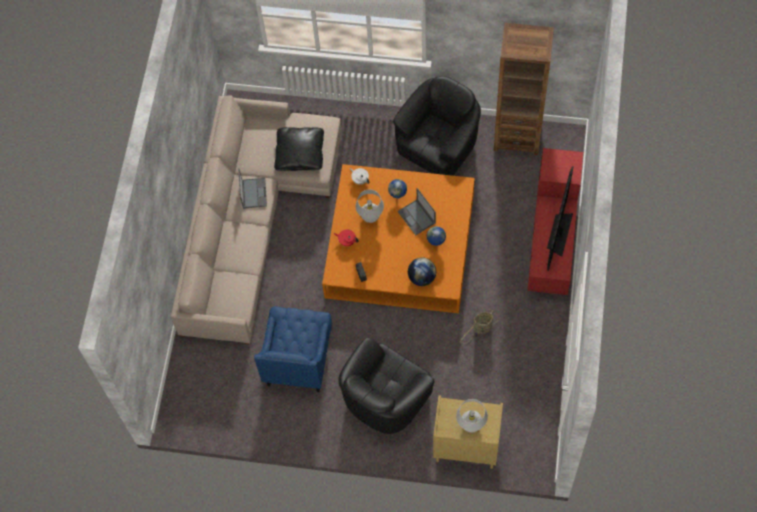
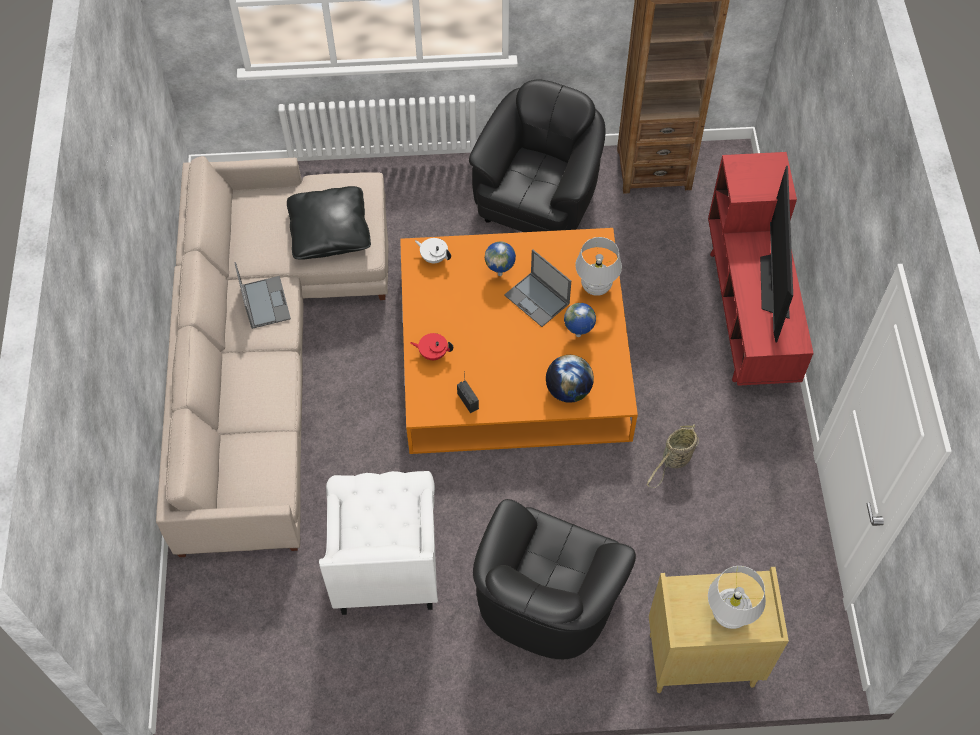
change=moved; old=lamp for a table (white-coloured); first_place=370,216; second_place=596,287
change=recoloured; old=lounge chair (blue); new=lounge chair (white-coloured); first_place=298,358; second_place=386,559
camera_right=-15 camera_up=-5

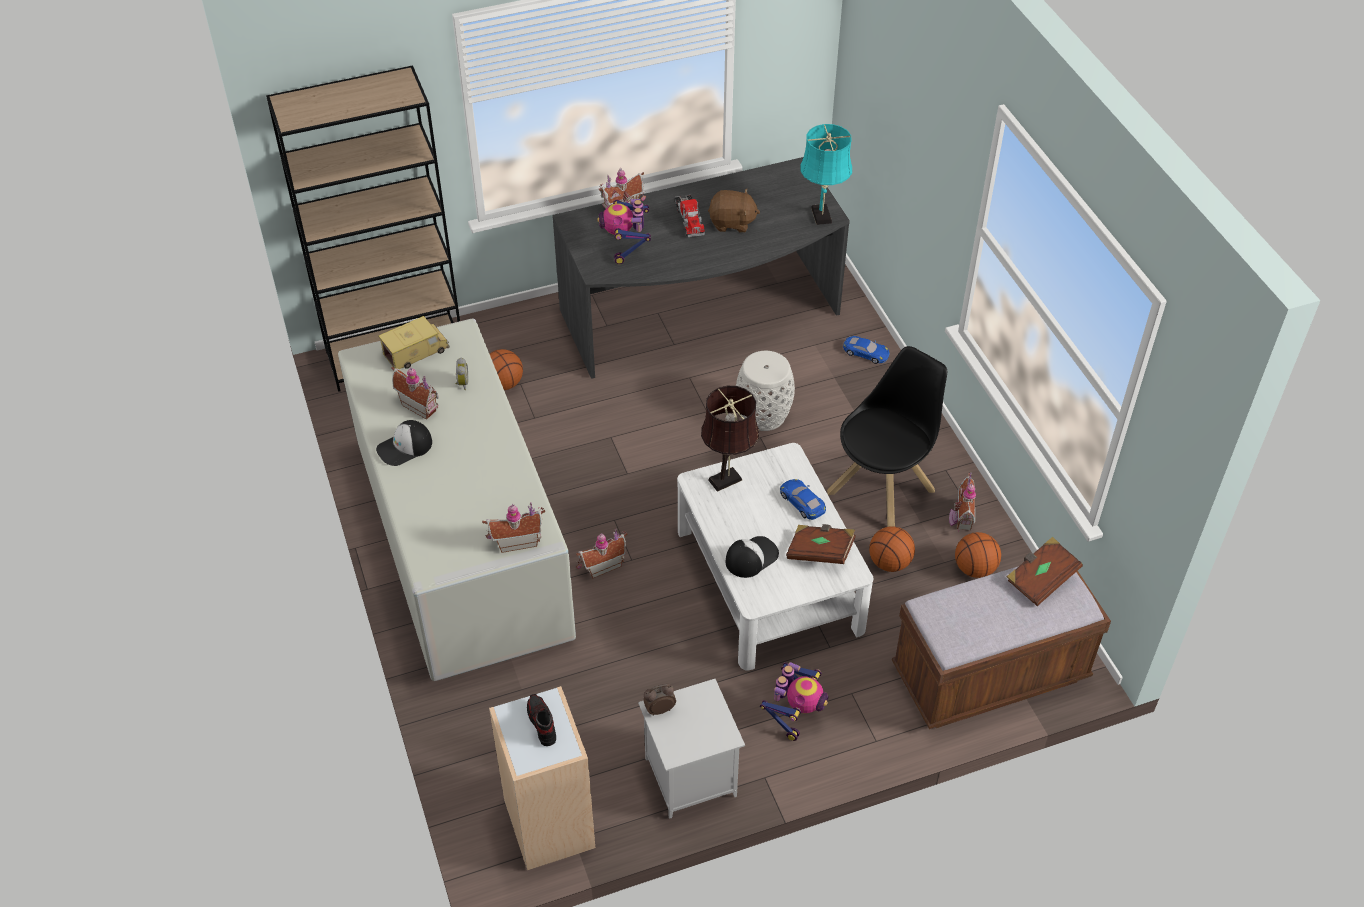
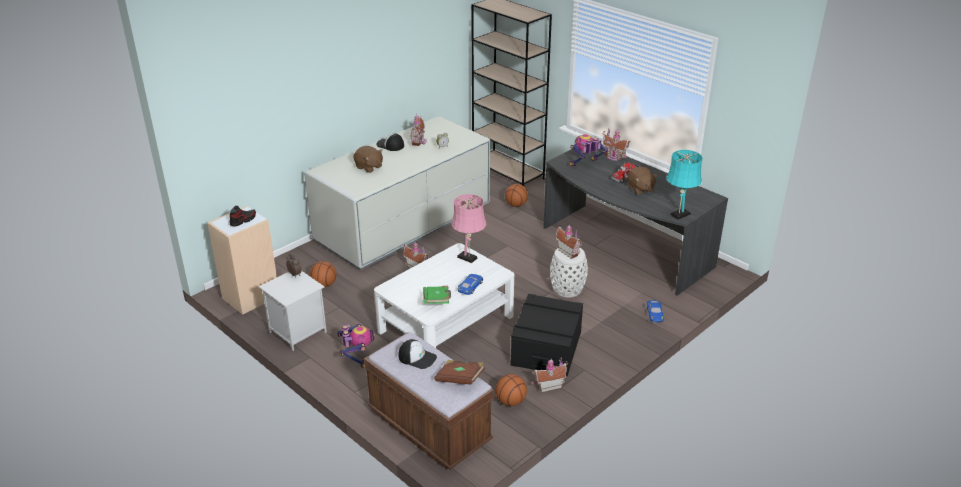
change=removed; old=toy lorry; first_place=416,352
change=replaced; old=upright chair (black-coloured); new=storage container (black-coloured); first_place=883,490; second_place=546,348
change=recoloured; old=lamp for a table (brown-coloured); new=lamp for a table (pink-coloured); first_place=728,479; second_place=468,258
change=moved; old=miniature house; first_place=516,541; second_place=569,252
change=recoloured; old=bound book (brown-coloured); new=bound book (green); first_place=820,552; second_place=437,301
change=moved; old=basketball; first_place=889,563; second_place=324,285
change=moved; old=cap; first_place=751,557; second_place=417,357
change=turned; old=model robot; first_place=795,714; second_place=357,357; degrees=-105
change=added; new=soft toy (brown-coloured); second_place=369,167
camera_right=65 camera_up=-15

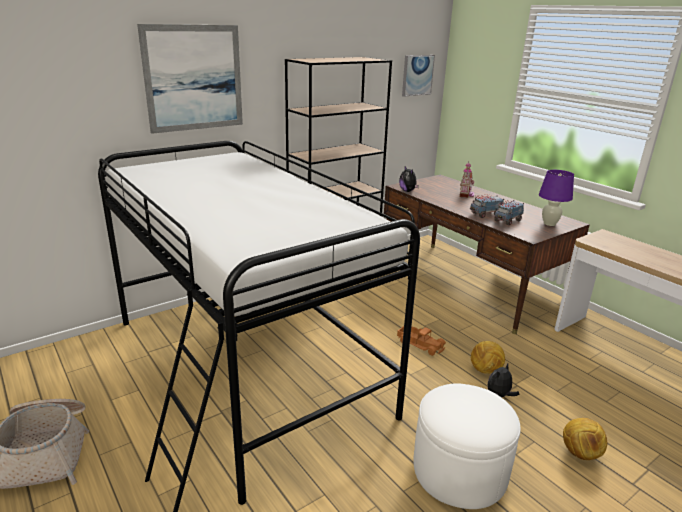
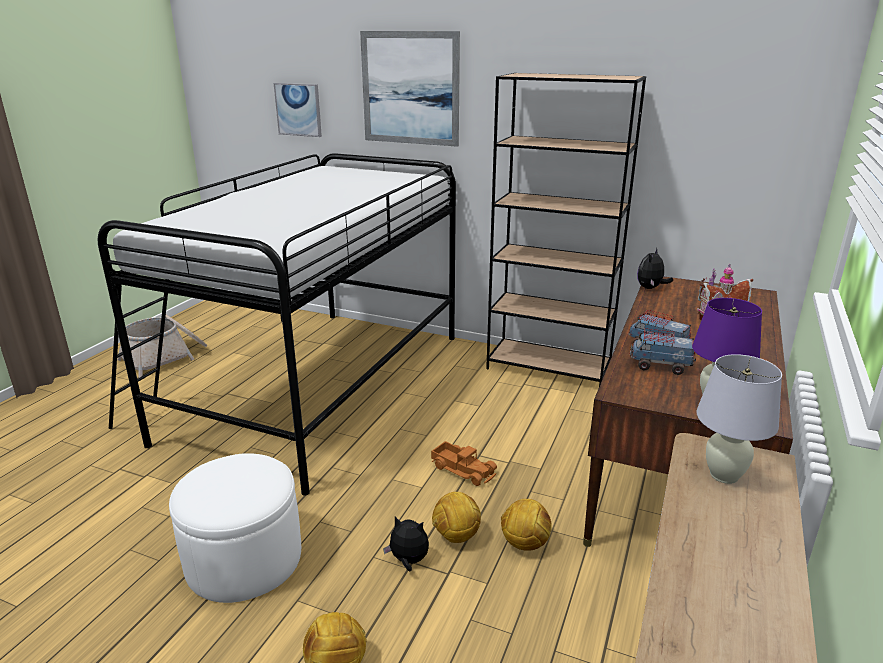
change=moved; old=picture; first_place=417,75; second_place=298,109
change=turned; old=toy lorry; first_place=420,344; second_place=463,469; degrees=-60
change=added; new=lamp for a table (white-coloured); second_place=724,475
change=added; new=football; second_place=524,544
camera_right=60 camera_up=0

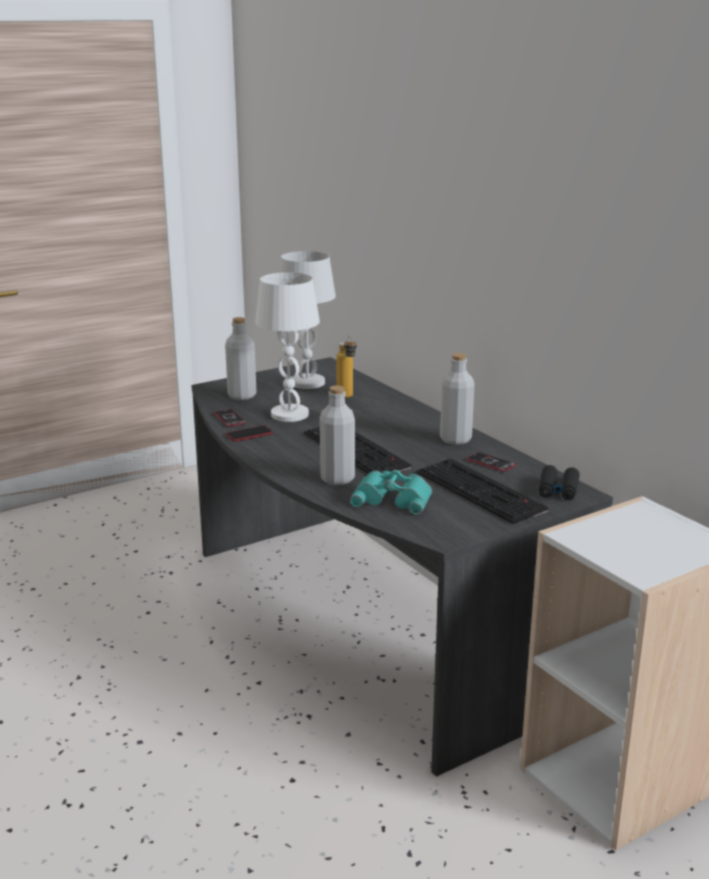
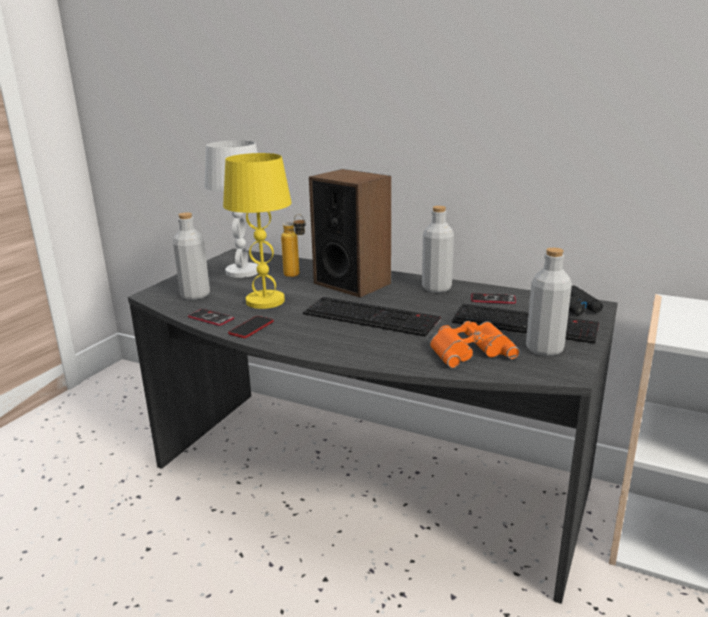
change=recoloured; old=lamp for a table (white-coloured); new=lamp for a table (yellow); first_place=290,414; second_place=265,301
change=moved; old=beverage bottle (greyish); first_place=337,479; second_place=544,349
change=recoloured; old=binoculars (turquoise); new=binoculars (orange); first_place=393,498; second_place=470,350
change=added; new=audio speaker; second_place=352,283
camera_right=-30 camera_up=0

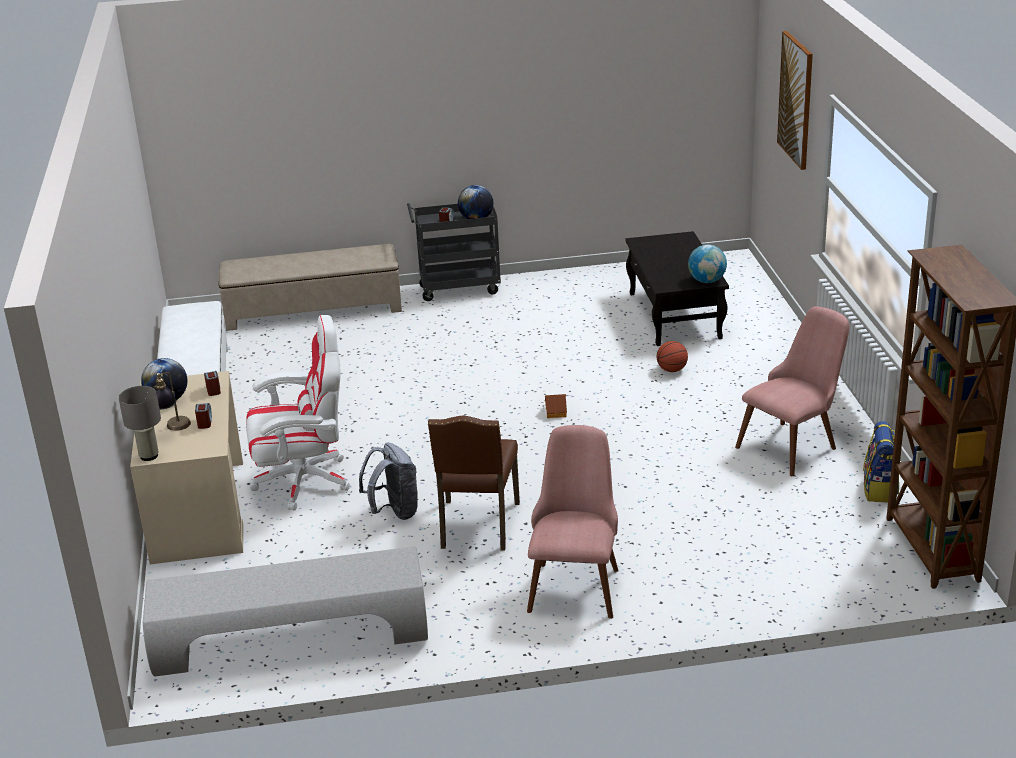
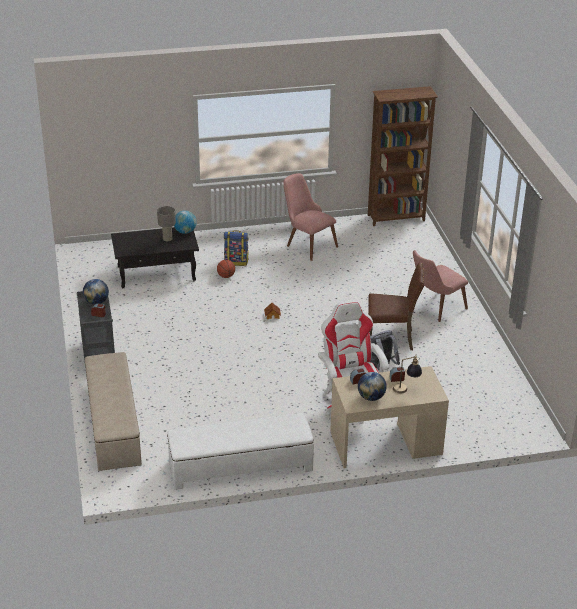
change=removed; old=picture; first_place=796,99
change=moved; old=lamp for a table (greyish); first_place=149,456; second_place=167,240
change=moved; old=knapsack; first_place=880,490; second_place=236,261
change=turned; old=upright chair (pink-coloured); first_place=576,581; second_place=434,308; degrees=-45
change=removed; old=indoor bench (greyish); first_place=291,637
camera_right=-95 camera_up=5

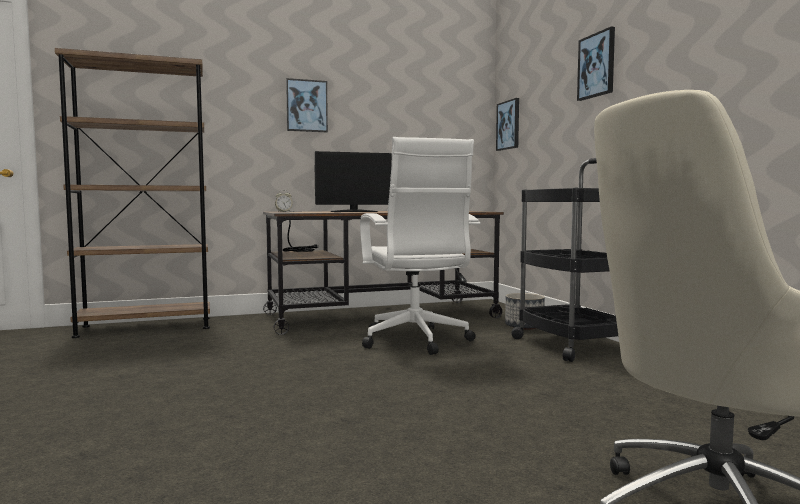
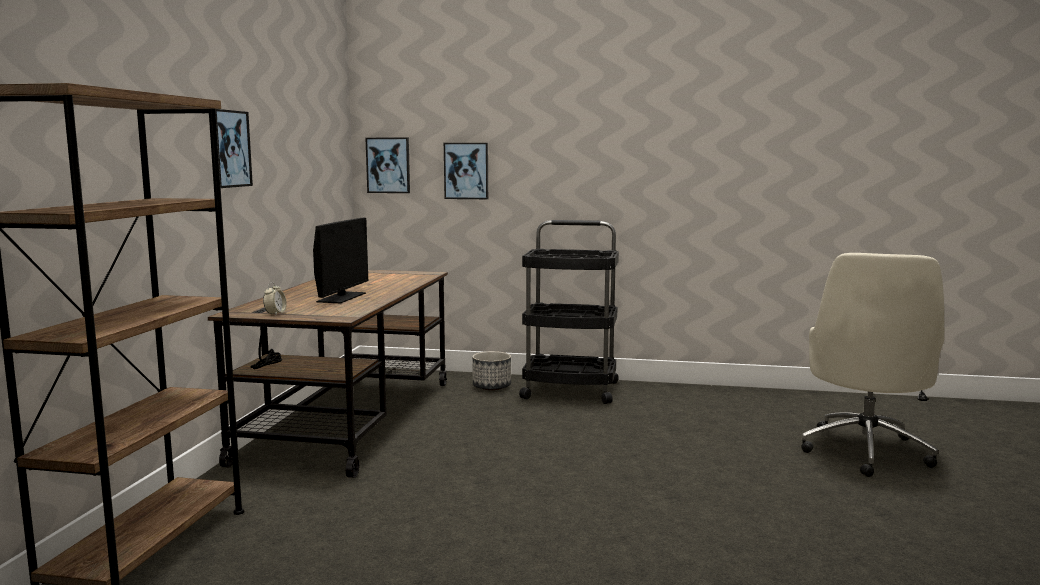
change=moved; old=picture; first_place=597,65; second_place=466,171
change=removed; old=computer chair (white-coloured); first_place=416,341
camera_right=-60 camera_up=5

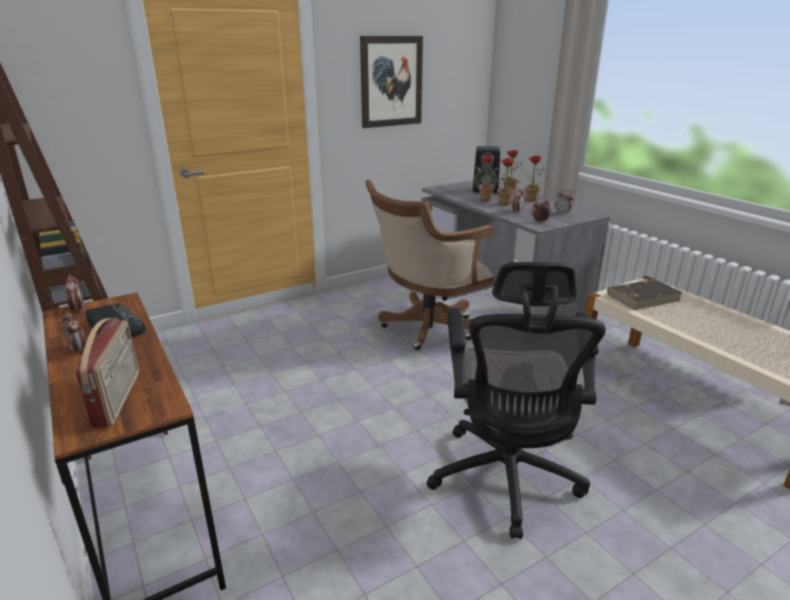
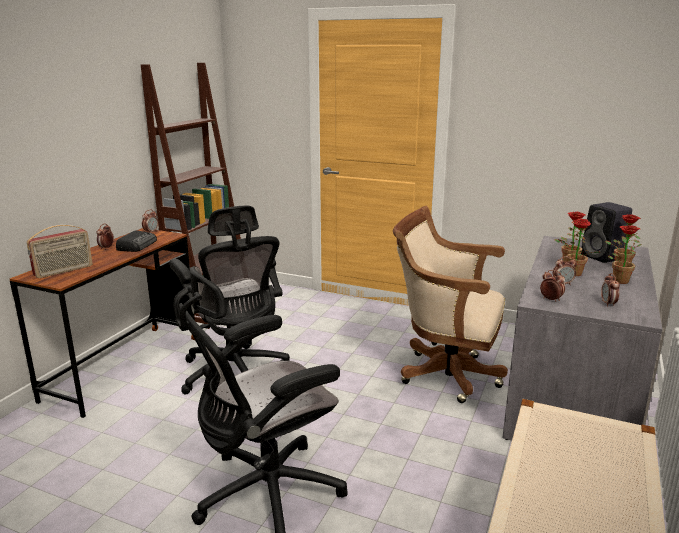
change=removed; old=picture; first_place=391,82
change=removed; old=bound book (brown-coloured); first_place=643,297
change=added; new=computer chair; second_place=234,373
camera_right=55 camera_up=-5

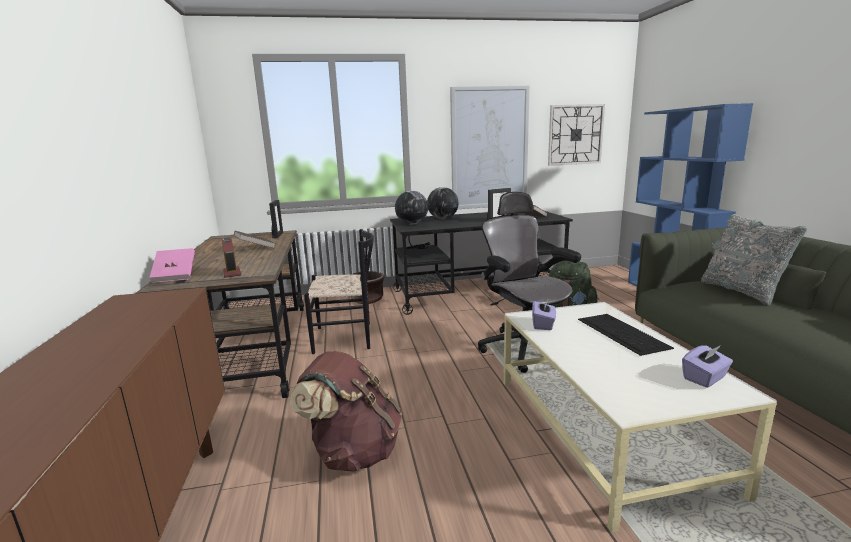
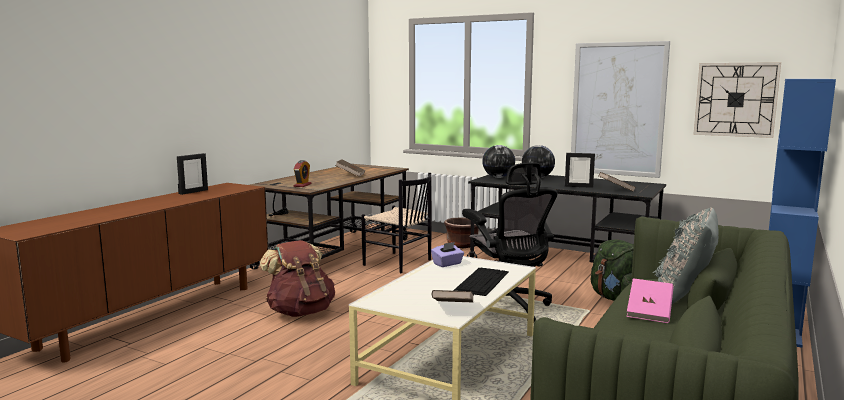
change=turned; old=computer chair; first_place=524,349; second_place=507,307; degrees=135
change=moved; old=picture frame; first_place=278,235; second_place=193,192
change=moved; old=bound book (pink-coloured); first_place=175,276; second_place=649,313
change=replaced; old=tissue box (purple-coloured); new=bound book (brown-coloured); first_place=705,378; second_place=453,309
camera_right=40 camera_up=-5

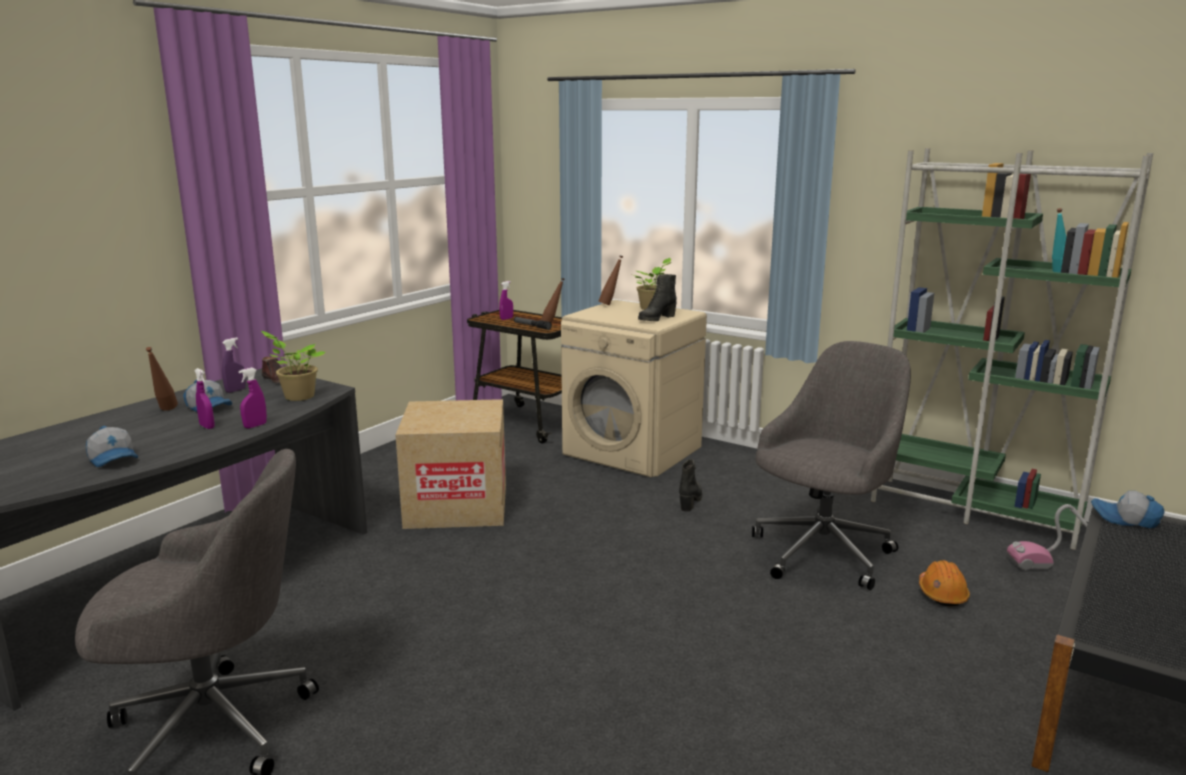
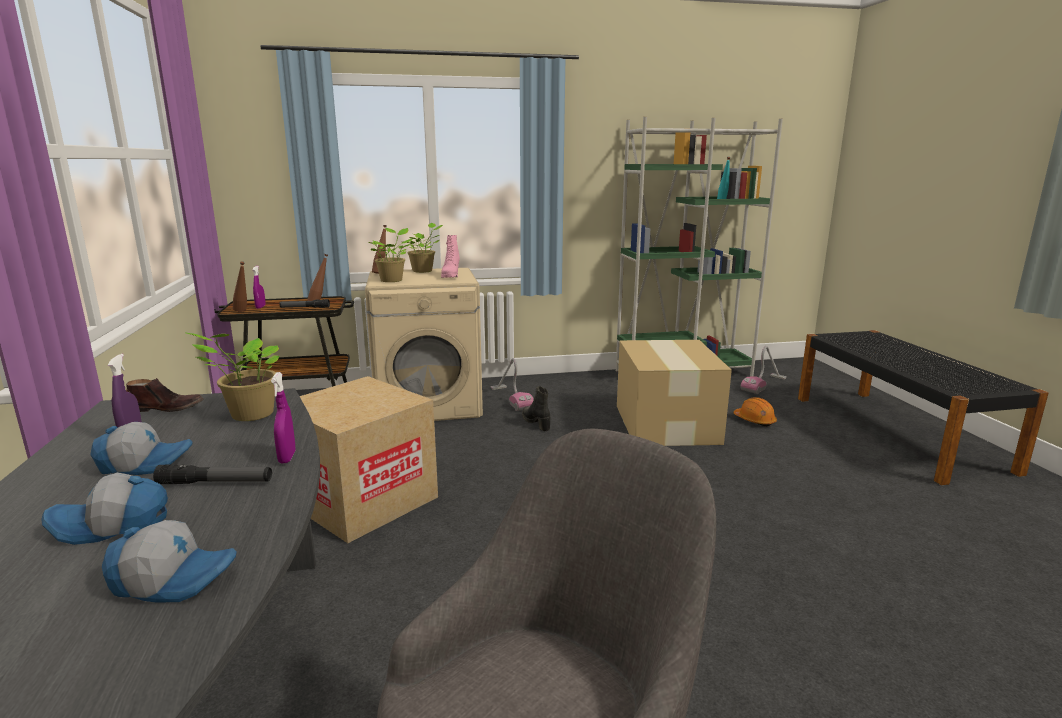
change=recoloured; old=tall boot (black-coloured); new=tall boot (pink-coloured); first_place=656,319; second_place=450,276
change=replaced; old=computer chair (greyish); new=cardboard box; first_place=822,553; second_place=666,423
change=moved; old=beverage bottle (brown-coloured); first_place=165,411; second_place=243,312
change=replaced; old=hand sprayer (purple-coloured); new=torch; first_place=207,426; second_place=215,483
change=moved; old=cap; first_place=1125,519; second_place=111,526
change=added; new=potted plant; second_place=392,280
change=added; new=hoover; second_place=511,398
camera_right=-45 camera_up=0

